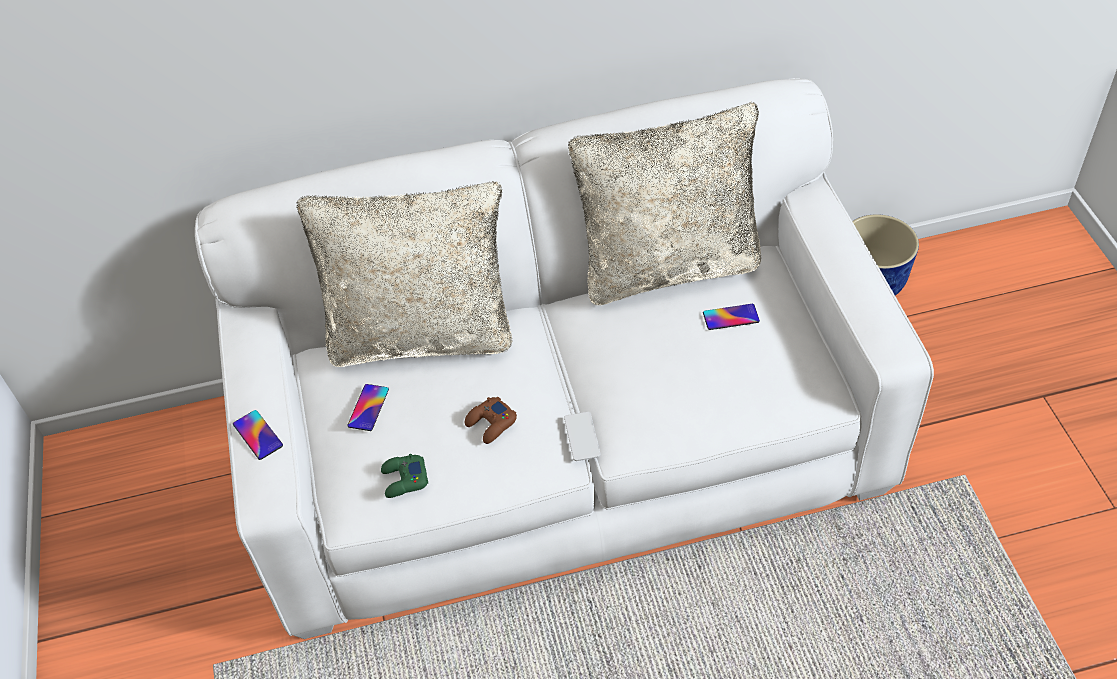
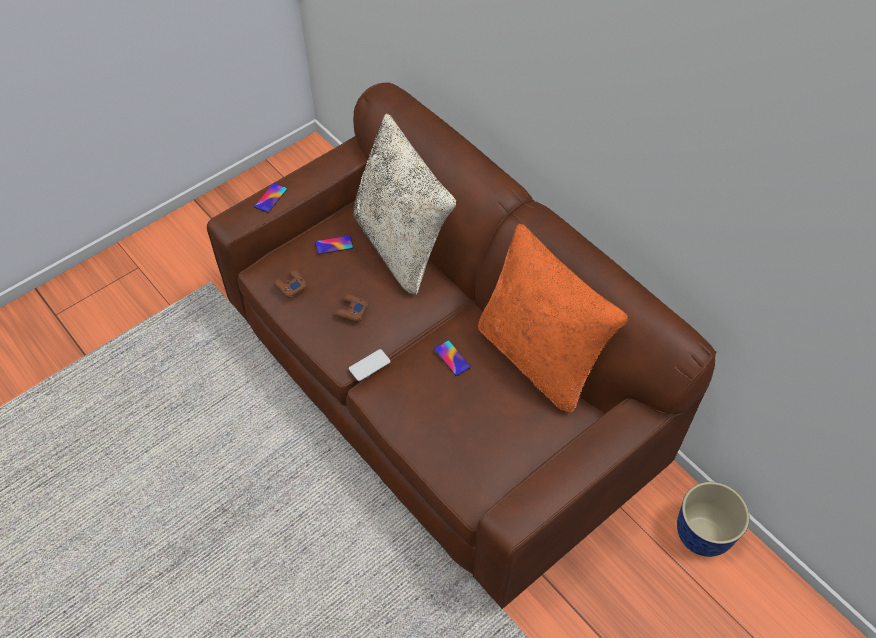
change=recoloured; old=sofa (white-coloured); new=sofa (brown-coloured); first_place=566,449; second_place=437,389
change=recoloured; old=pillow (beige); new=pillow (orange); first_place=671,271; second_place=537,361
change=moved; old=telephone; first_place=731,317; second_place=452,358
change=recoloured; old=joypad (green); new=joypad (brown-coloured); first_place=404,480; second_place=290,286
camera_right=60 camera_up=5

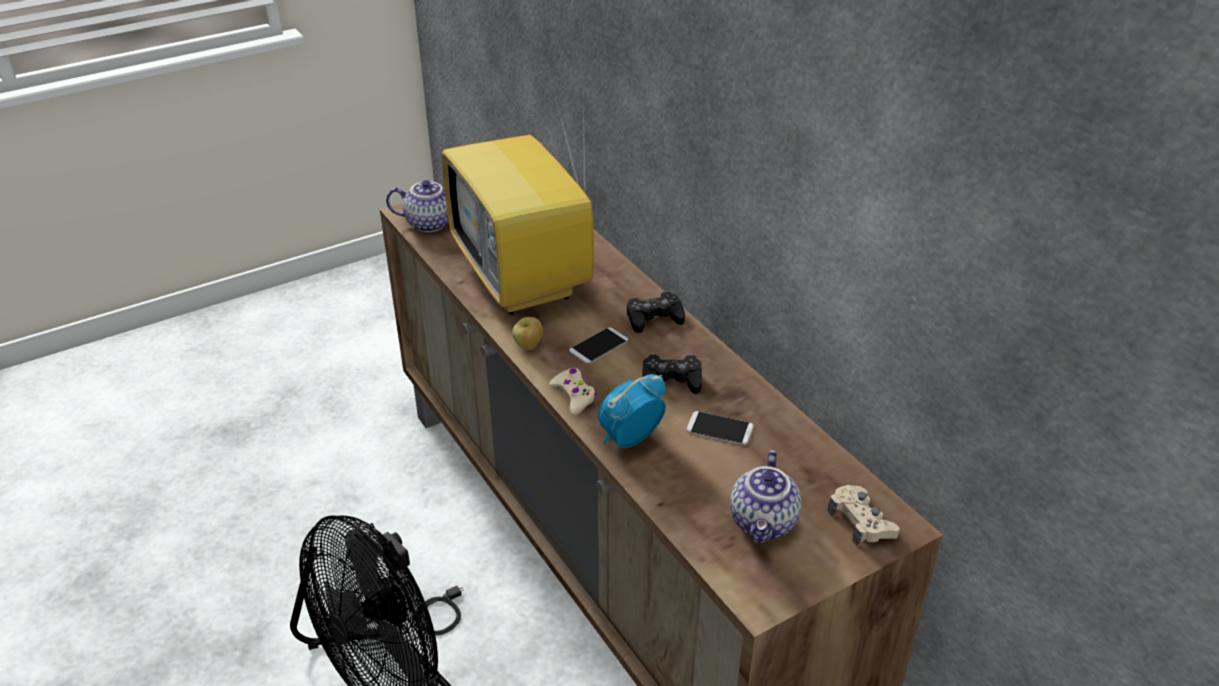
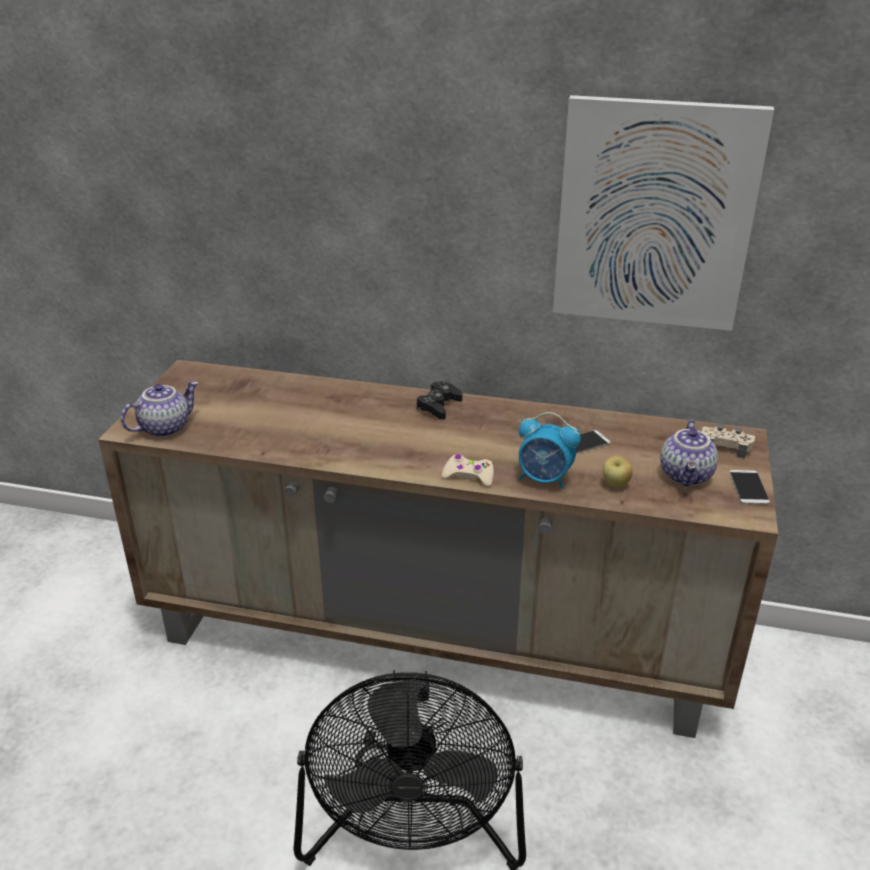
change=removed; old=television; first_place=524,279
change=moved; old=apple; first_place=528,346; second_place=615,484
change=moved; old=telephone; first_place=599,346; second_place=748,487
change=removed; old=joypad (black-coloured); first_place=671,380
change=turned; old=bedside clock; first_place=629,439; second_place=544,479; degrees=-75
change=turned; old=teapot; first_place=765,523; second_place=687,476; degrees=45
change=added; new=picture; second_place=654,215
camera_right=-45 camera_up=-5

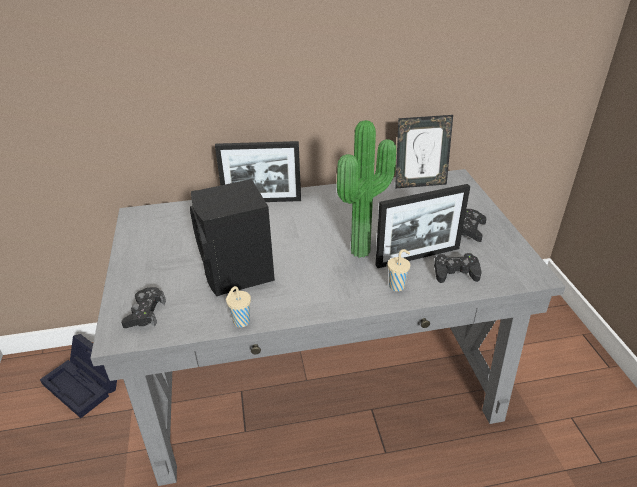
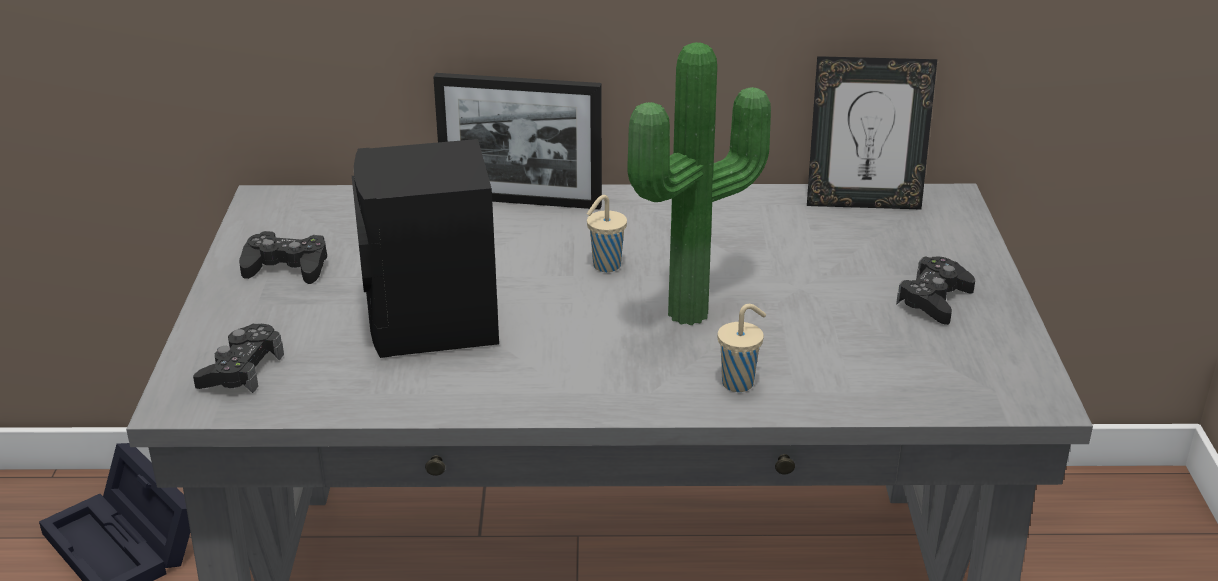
change=removed; old=picture frame; first_place=418,257
change=moved; old=joypad (black-coloured); first_place=455,272; second_place=286,267
change=moved; old=cup (beige); first_place=240,322; second_place=605,266
camera_right=10 camera_up=-5

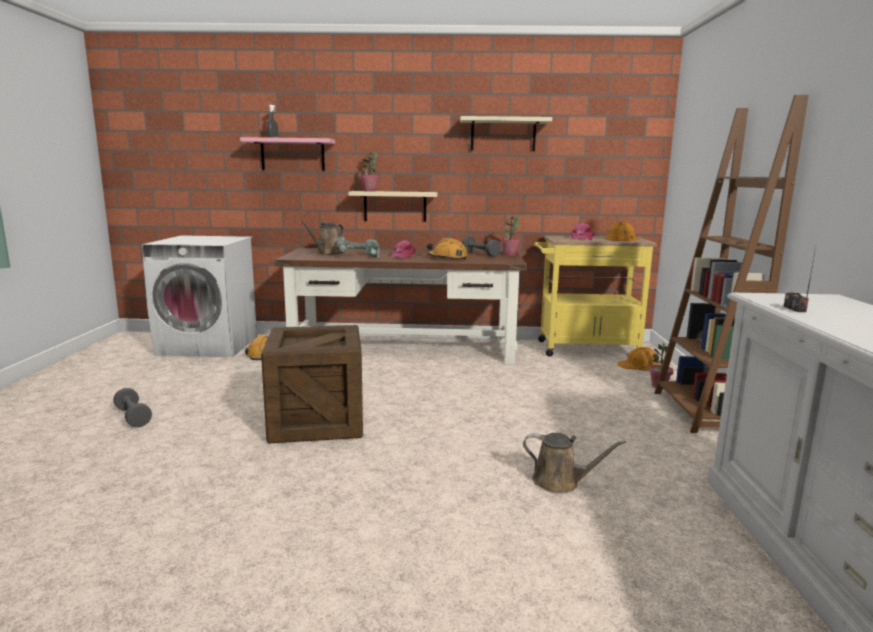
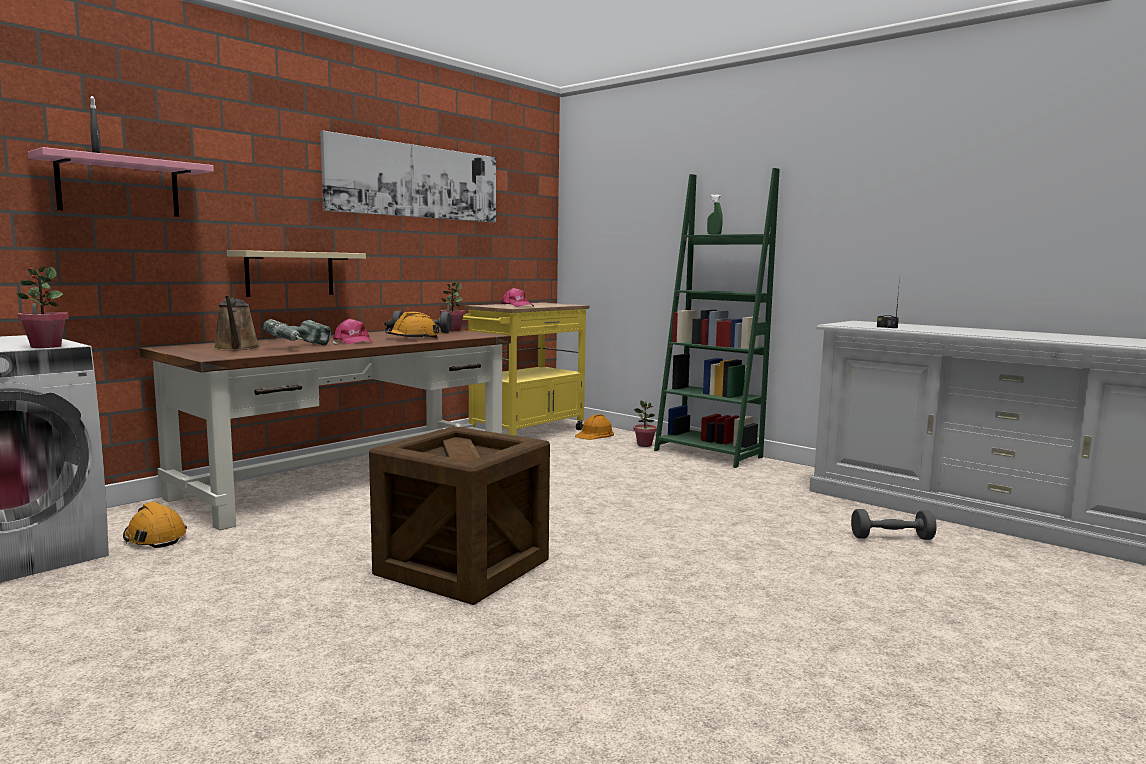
change=recoloured; old=bookshelf (brown-coloured); new=bookshelf (green); first_place=700,412; second_place=708,453
change=replaced; old=shelf (beige); new=picture; first_place=503,135; second_place=415,181
change=moved; old=potted plant; first_place=369,191; second_place=45,346
change=removed; old=hard hat (orange); first_place=621,239
change=moved; old=dumbbell (greyish); first_place=133,417; second_place=891,538
change=removed; old=sprinkling can (brown-coloured); first_place=560,482
change=added; new=hand sprayer (green); second_place=714,234
camera_right=-50 camera_up=-5

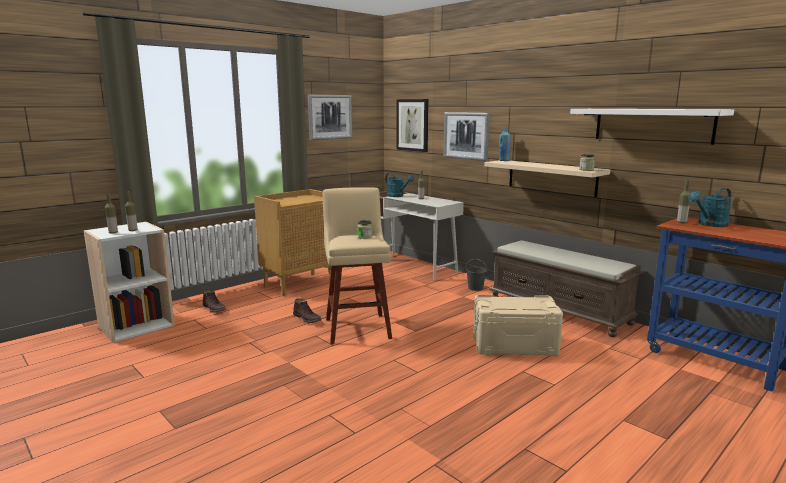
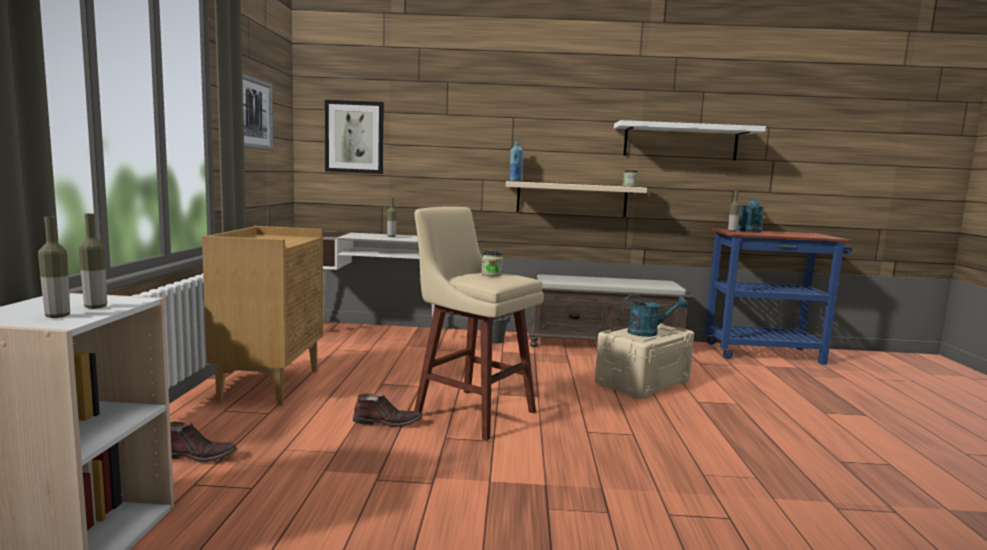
change=removed; old=picture; first_place=466,136
change=moved; old=sprinkling can (turquoise); first_place=397,196; second_place=648,333
camera_right=-45 camera_up=-5

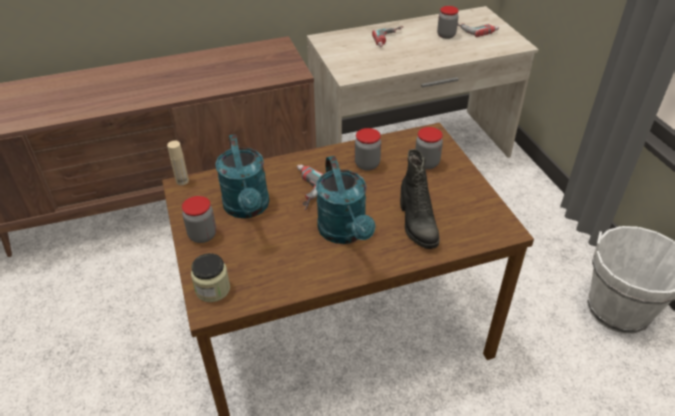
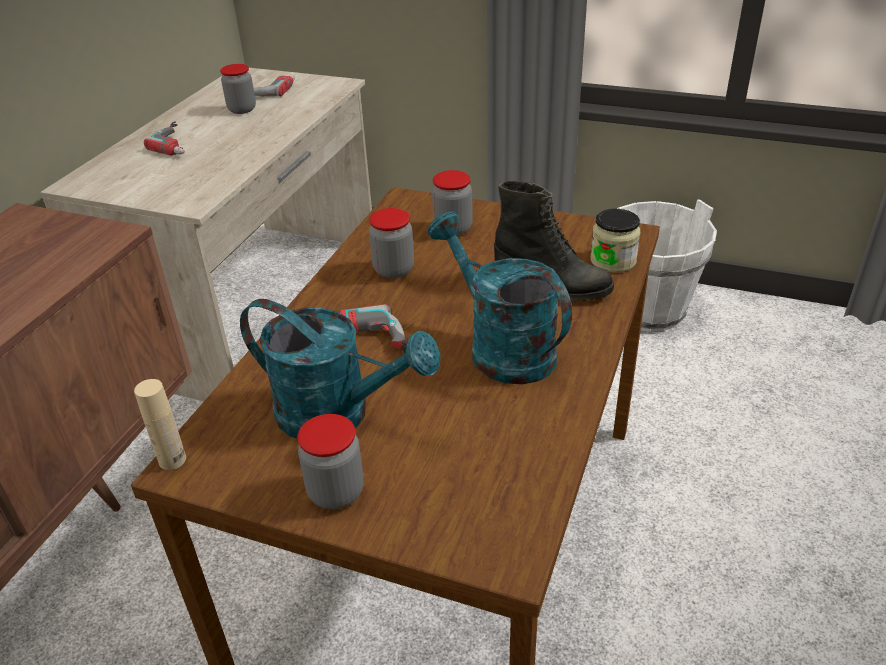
change=turned; old=sprinkling can (turquoise); first_place=345,233; second_place=501,347; degrees=-150
change=moved; old=jar; first_place=213,289; second_place=613,260
camera_right=-50 camera_up=-5

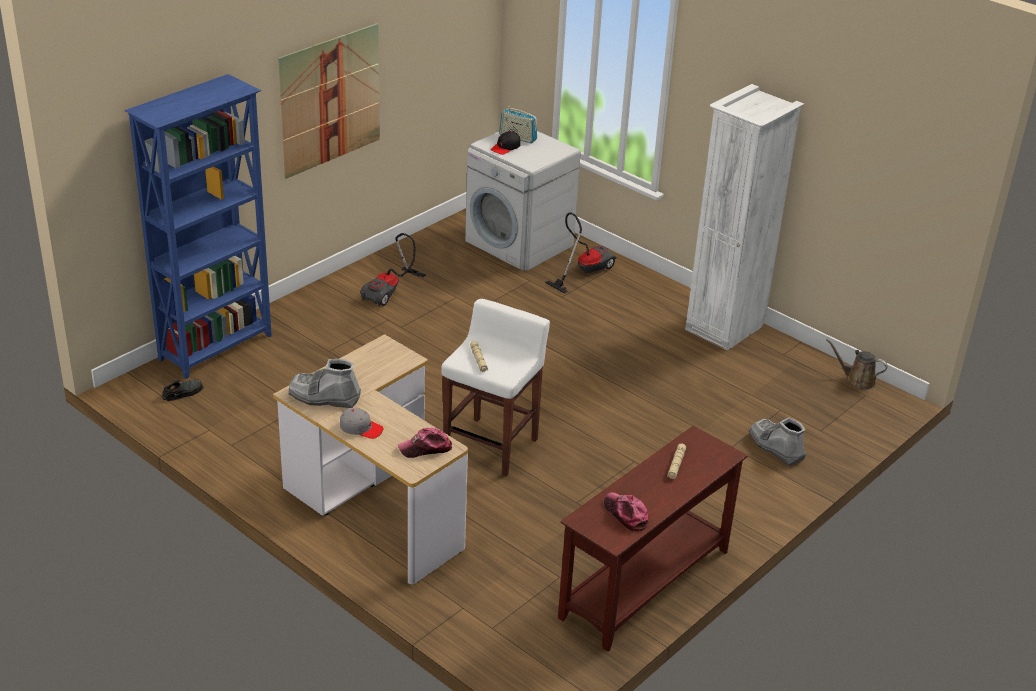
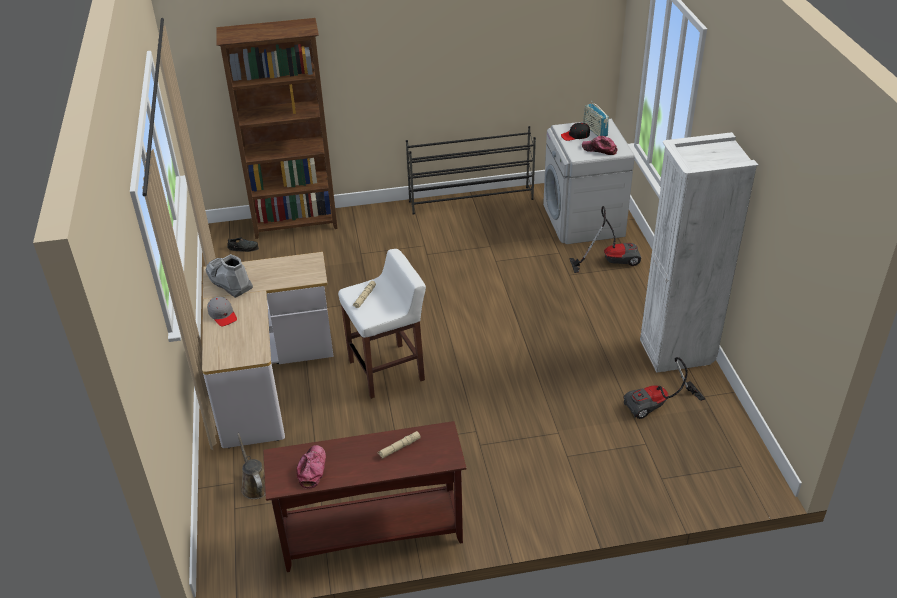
change=removed; old=picture; first_place=331,100
change=recoloured; old=bookshelf (blue); new=bookshelf (brown-coloured); first_place=217,348; second_place=296,224
change=moved; old=hoover; first_place=391,292; second_place=658,406
change=moved; old=sprinkling can (brown-coloured); first_place=857,380; second_place=255,485
change=removed; old=tall boot (greyish); first_place=776,447
change=moved; old=cap; first_place=425,448; second_place=599,149
change=added; new=shoe shelf (black-coloured); second_place=471,200
camera_right=40 camera_up=5

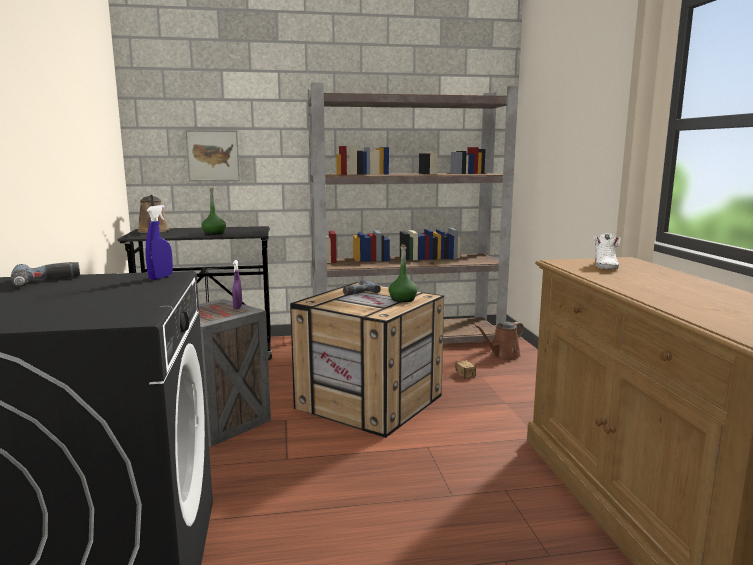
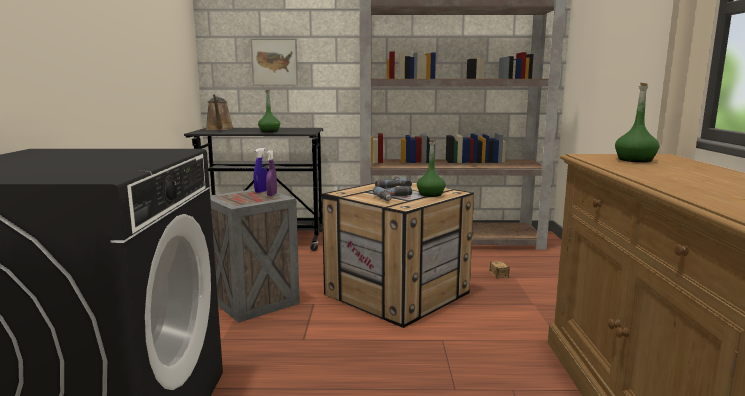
change=moved; old=hand sprayer (blue); first_place=161,277; second_place=262,191
change=replaced; old=shoe (white-coloured); new=beverage bottle (green); first_place=605,266; second_place=635,160
change=moved; old=power drill; first_place=47,281; second_place=395,198
change=removed; old=sprinkling can (brown-coloured); first_place=503,355
camera_right=10 camera_up=0

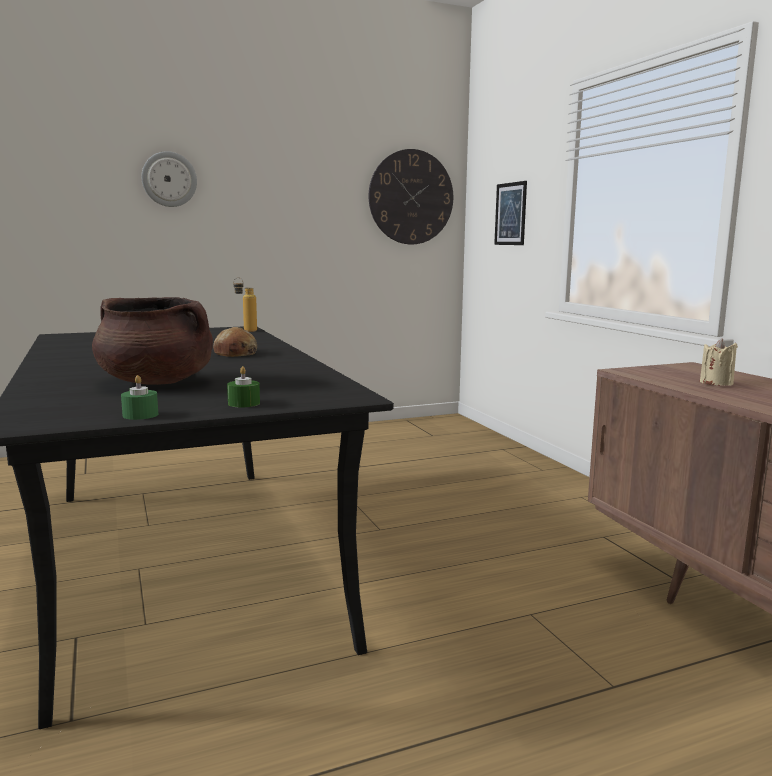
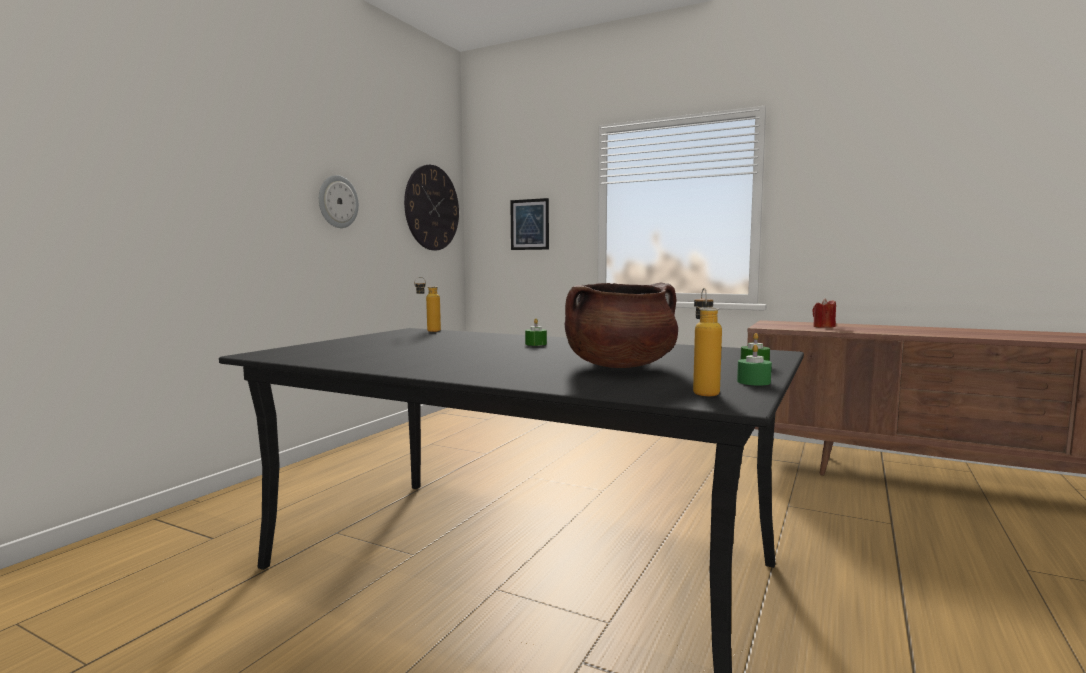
change=moved; old=hanging clock; first_place=169,179; second_place=337,202
change=replaced; old=bakery bread; new=wax candle (green); first_place=236,353; second_place=536,344
change=recoloured; old=wax candle (beige); new=wax candle (red); first_place=716,383; second_place=823,327
change=added; new=beverage bottle; second_place=703,391
camera_right=-40 camera_up=-5

